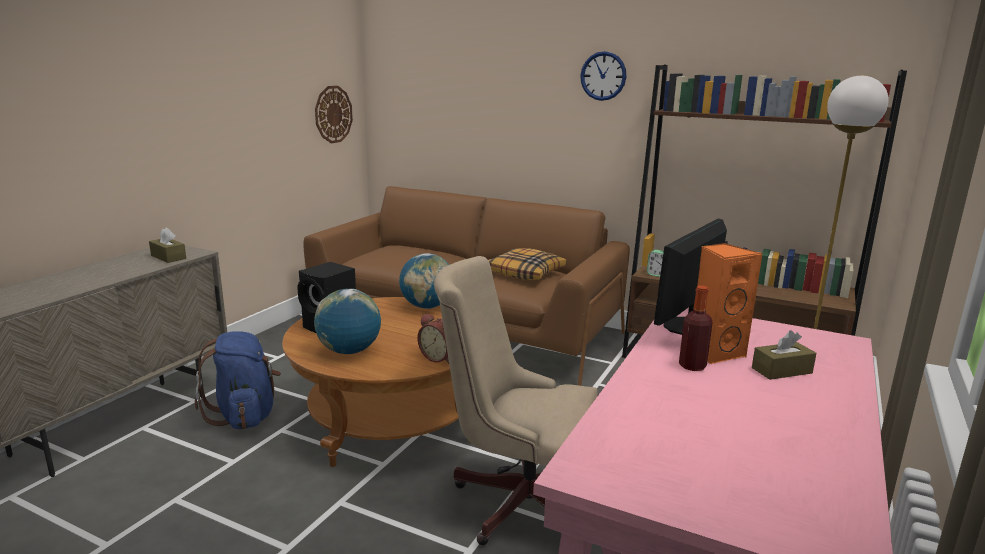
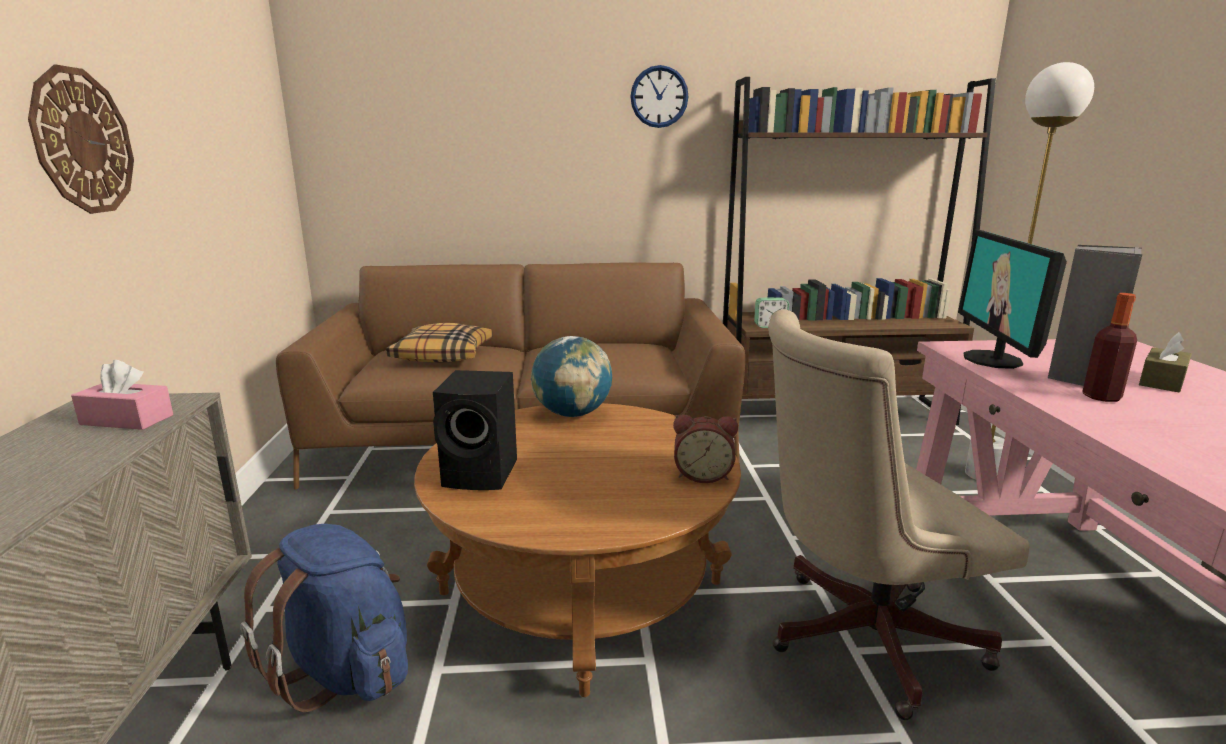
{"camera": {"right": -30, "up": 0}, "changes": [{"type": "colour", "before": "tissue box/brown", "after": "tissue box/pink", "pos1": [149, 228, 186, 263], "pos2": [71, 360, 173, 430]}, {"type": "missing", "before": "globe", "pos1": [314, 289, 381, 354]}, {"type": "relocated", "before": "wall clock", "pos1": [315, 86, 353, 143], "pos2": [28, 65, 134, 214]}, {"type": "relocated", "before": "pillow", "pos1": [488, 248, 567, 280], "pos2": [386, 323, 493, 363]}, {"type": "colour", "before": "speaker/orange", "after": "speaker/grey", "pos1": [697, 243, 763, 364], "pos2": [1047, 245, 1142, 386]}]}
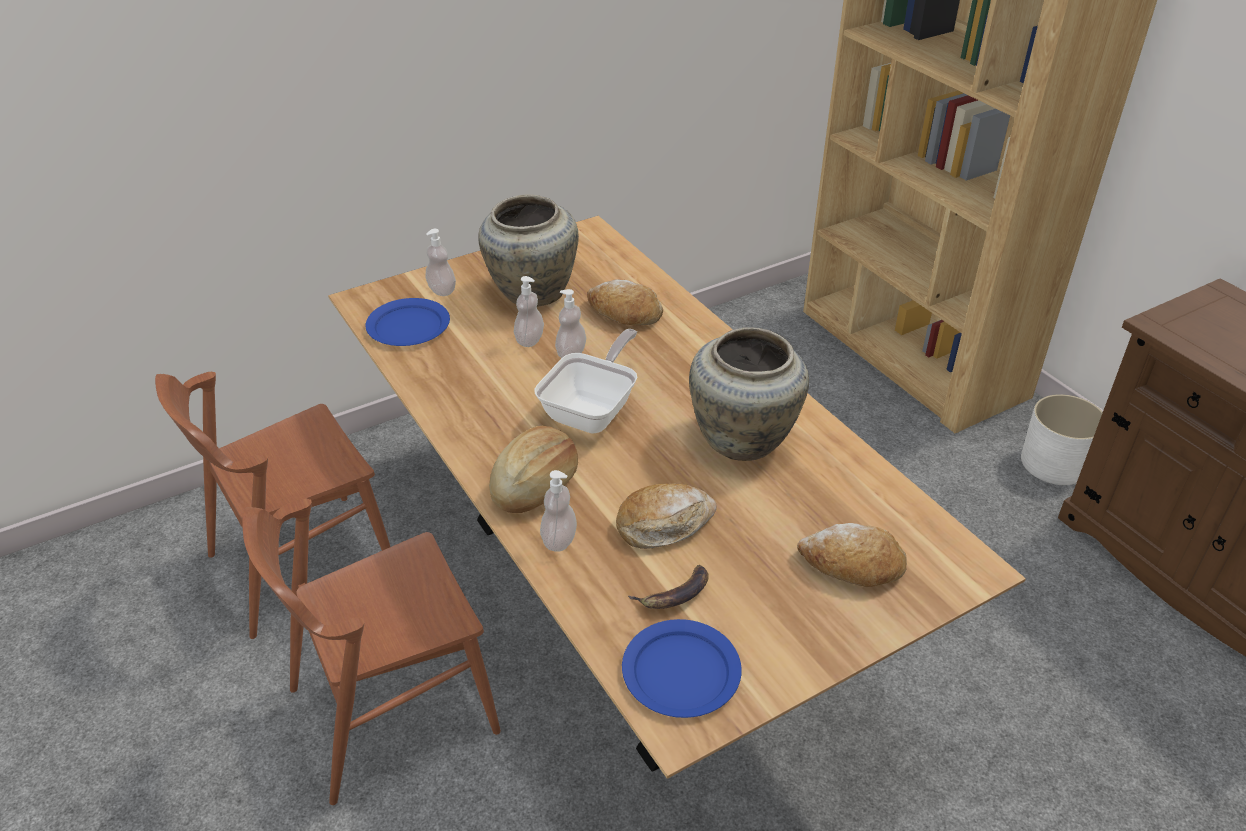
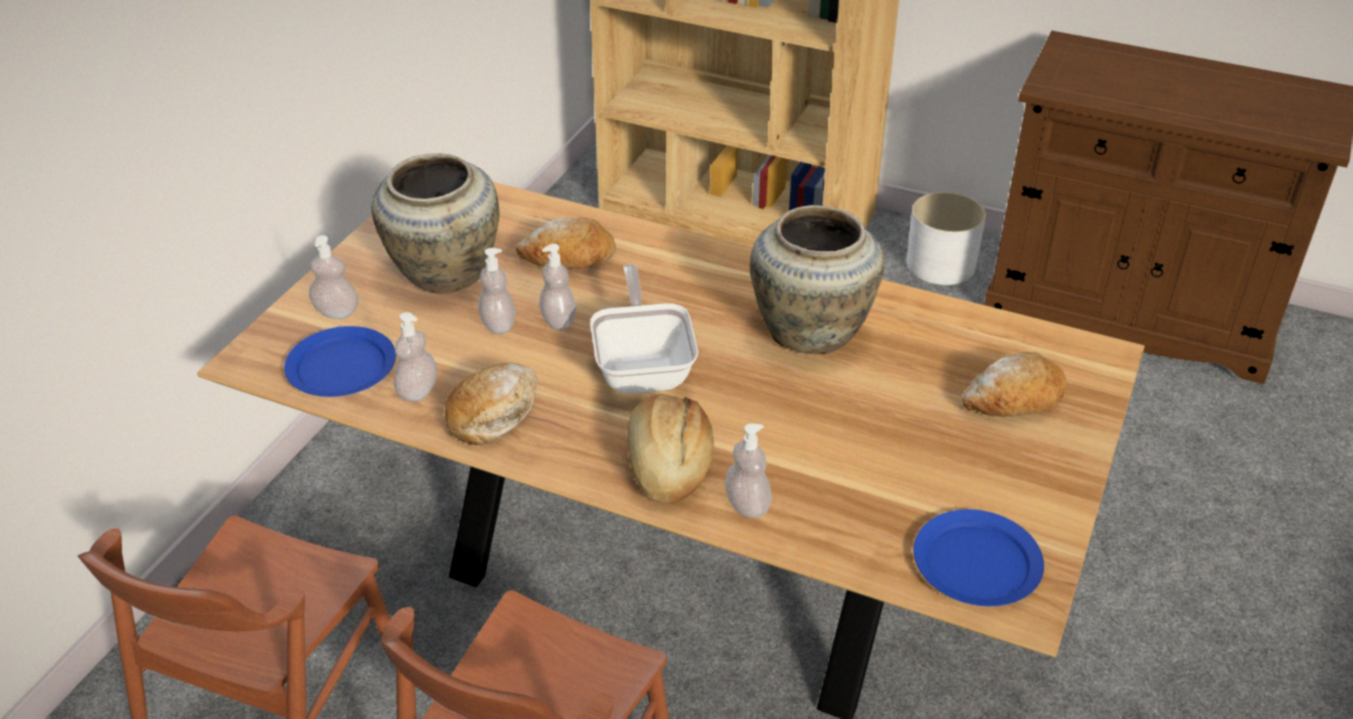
{"camera": {"right": -35, "up": 0}, "changes": [{"type": "relocated", "before": "bread", "pos1": [616, 483, 717, 549], "pos2": [445, 363, 538, 445]}, {"type": "missing", "before": "banana", "pos1": [628, 565, 709, 609]}, {"type": "appeared", "after": "soap dispenser", "pos2": [394, 312, 437, 402]}]}
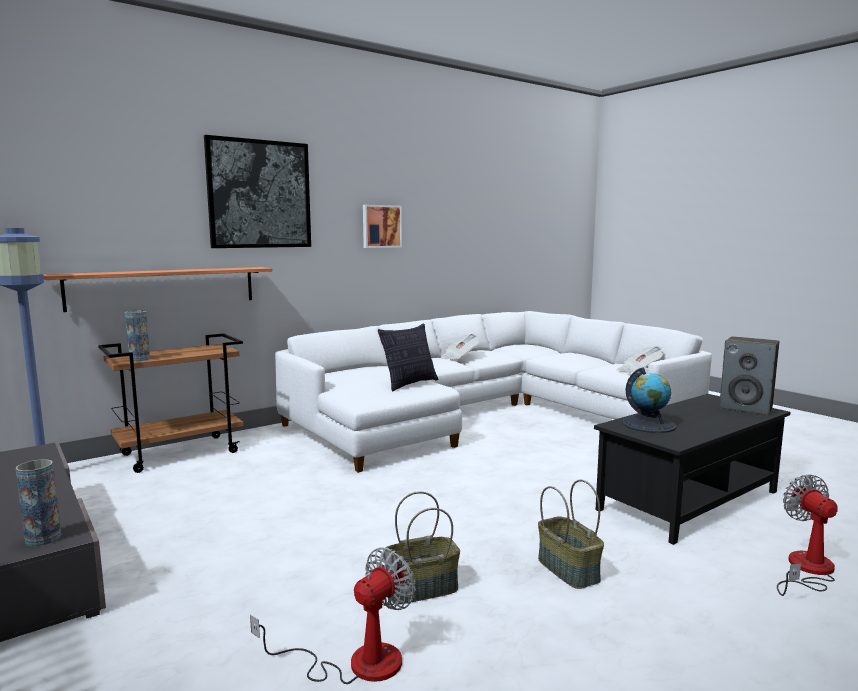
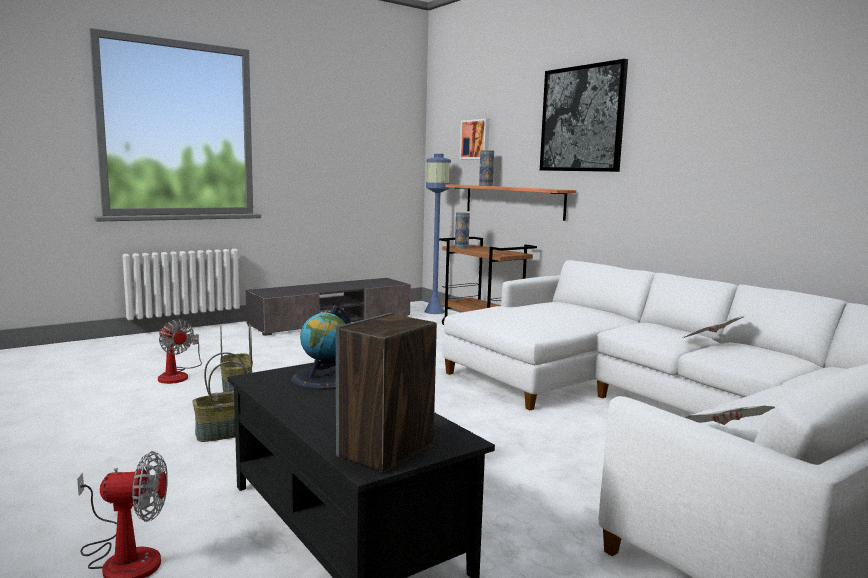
{"camera": {"right": 90, "up": 0}, "changes": [{"type": "relocated", "before": "vase", "pos1": [15, 459, 61, 546], "pos2": [479, 150, 494, 186]}, {"type": "relocated", "before": "picture", "pos1": [363, 205, 402, 248], "pos2": [460, 119, 490, 159]}, {"type": "missing", "before": "pillow", "pos1": [378, 324, 438, 391]}]}
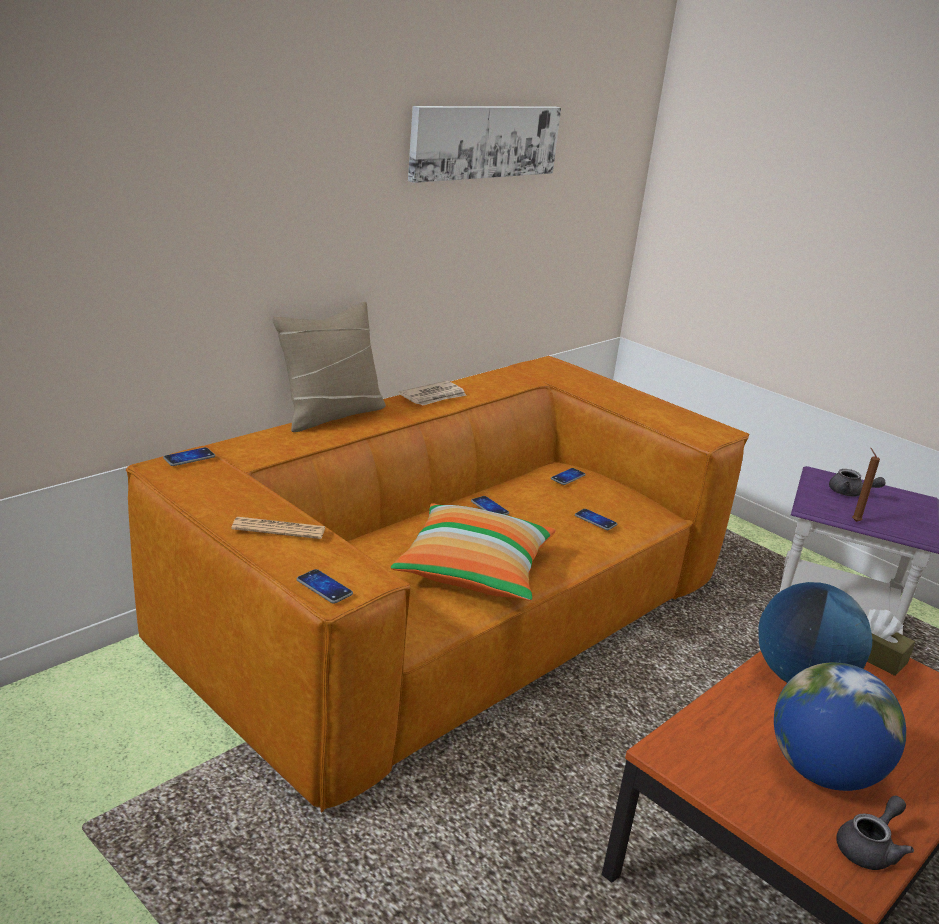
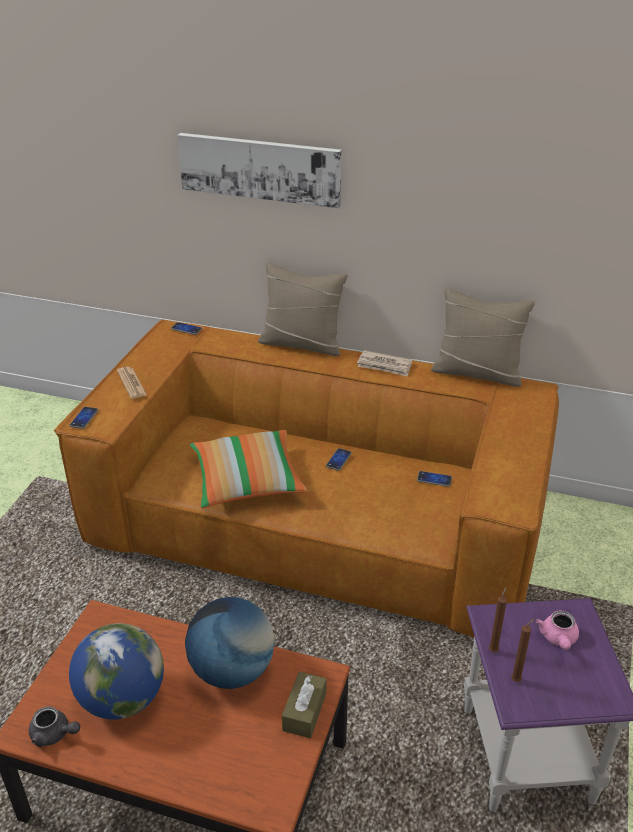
{"camera": {"right": 65, "up": 10}, "changes": [{"type": "relocated", "before": "picture", "pos1": [408, 106, 561, 183], "pos2": [177, 133, 342, 208]}, {"type": "missing", "before": "phone", "pos1": [575, 509, 617, 530]}, {"type": "colour", "before": "teapot/grey", "after": "teapot/pink", "pos1": [829, 469, 885, 497], "pos2": [536, 611, 579, 650]}, {"type": "appeared", "after": "pillow/beige", "pos2": [431, 288, 535, 387]}, {"type": "appeared", "after": "candle/brown", "pos2": [511, 619, 535, 682]}]}
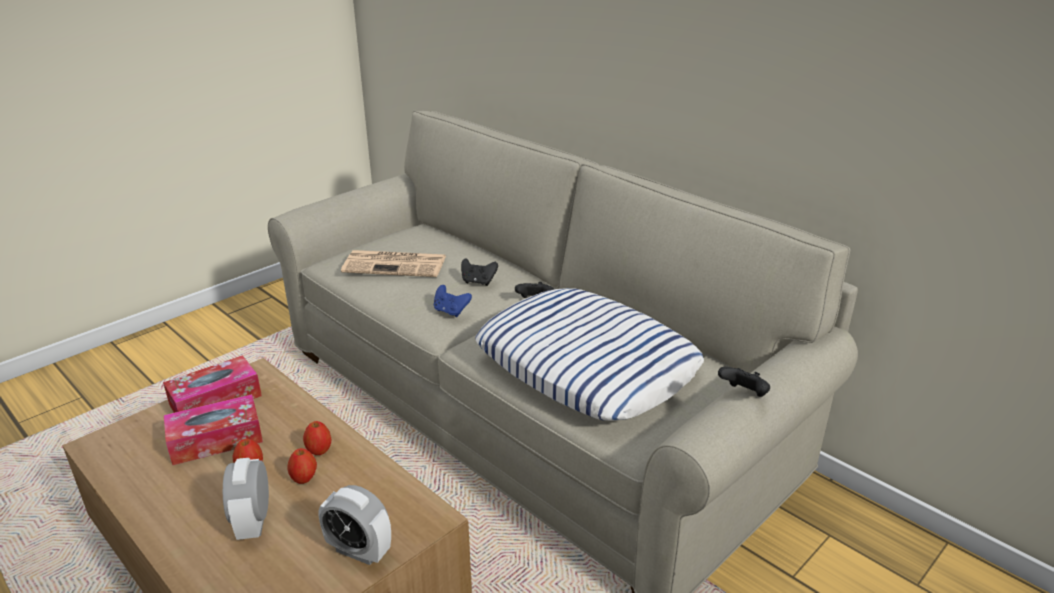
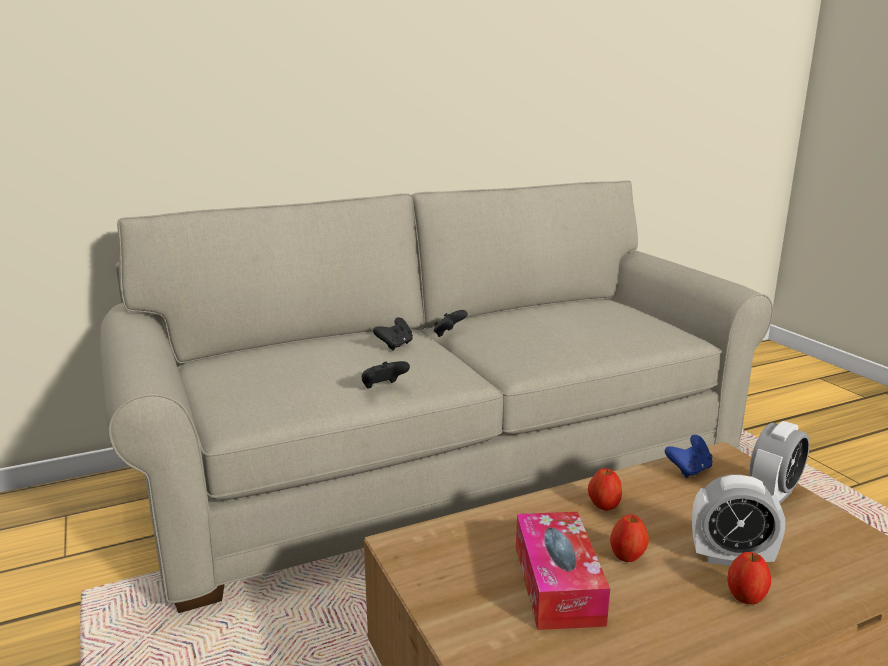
{"camera": {"right": -70, "up": -10}, "changes": [{"type": "missing", "before": "tissue box", "pos1": [163, 355, 262, 413]}, {"type": "relocated", "before": "apple", "pos1": [287, 448, 317, 484], "pos2": [727, 552, 771, 604]}, {"type": "missing", "before": "newspaper", "pos1": [341, 250, 446, 277]}, {"type": "relocated", "before": "game controller/blue", "pos1": [434, 285, 472, 317], "pos2": [665, 435, 713, 478]}, {"type": "missing", "before": "pillow", "pos1": [475, 288, 704, 421]}, {"type": "relocated", "before": "game controller/black", "pos1": [718, 367, 770, 397], "pos2": [362, 361, 410, 389]}]}
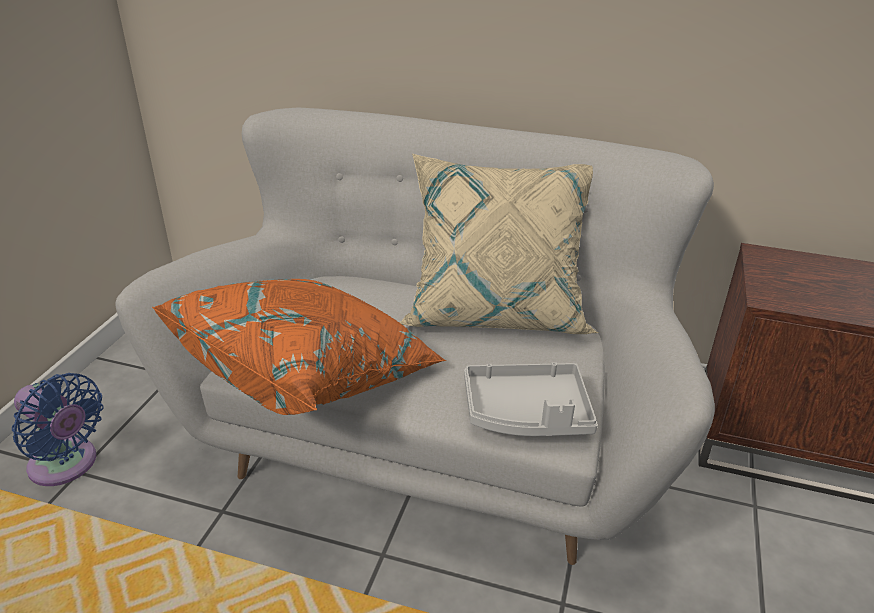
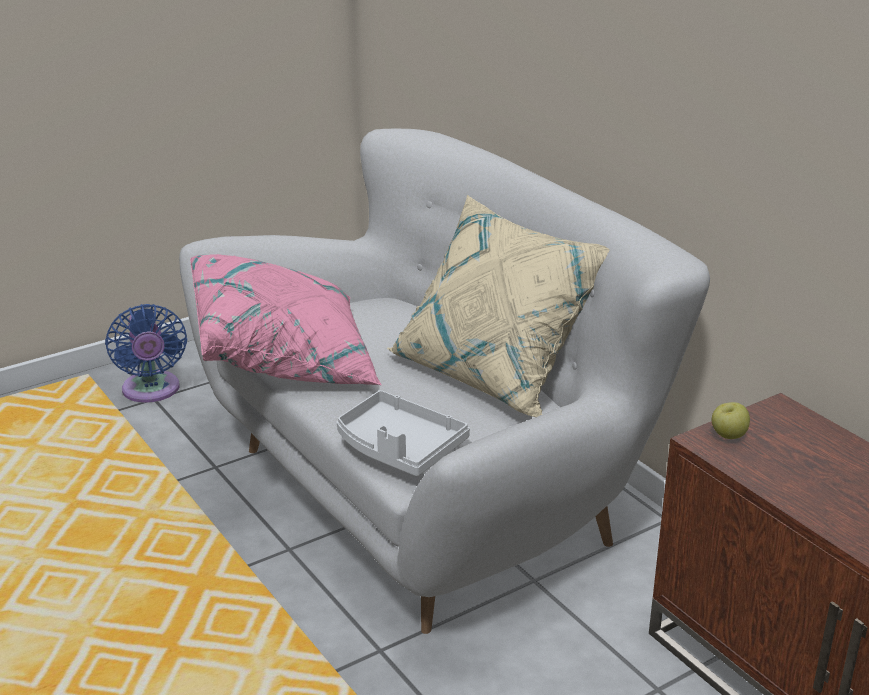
{"camera": {"right": 40, "up": -5}, "changes": [{"type": "colour", "before": "pillow/orange", "after": "pillow/pink", "pos1": [152, 279, 446, 415], "pos2": [190, 254, 382, 385]}, {"type": "appeared", "after": "apple", "pos2": [712, 402, 750, 439]}]}
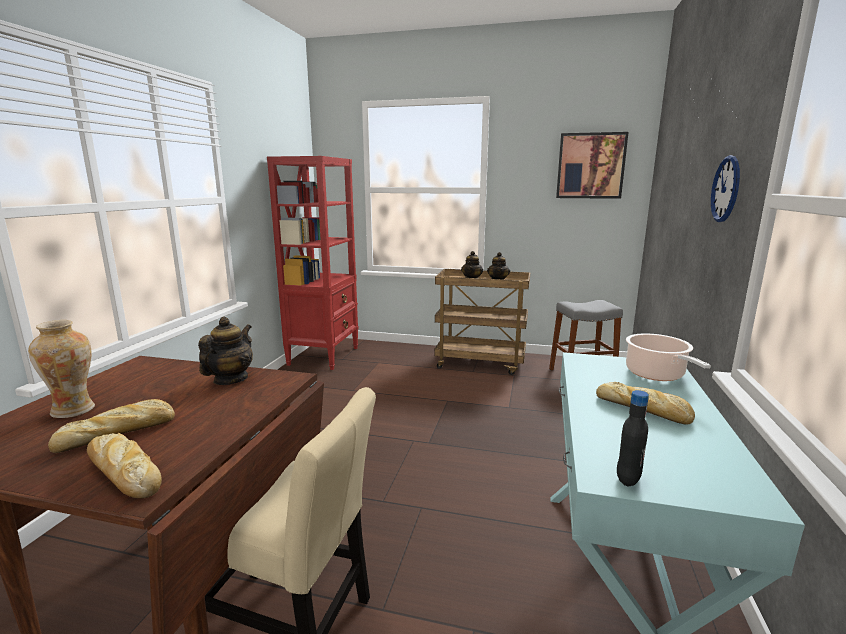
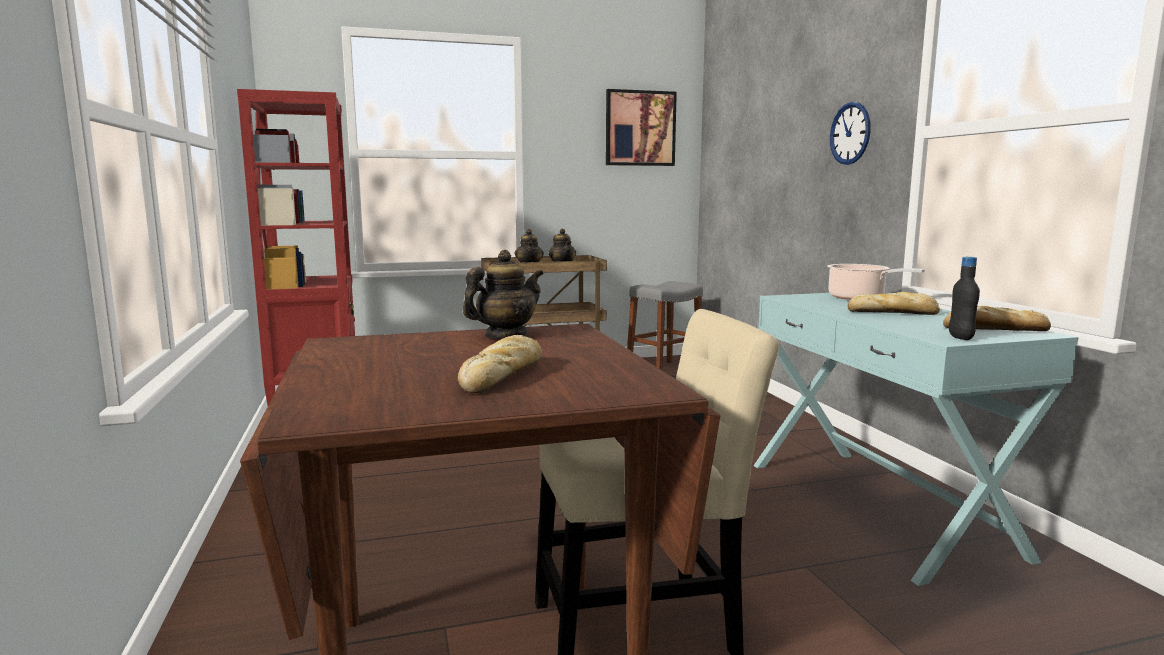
{"camera": {"right": -30, "up": -5}, "changes": [{"type": "missing", "before": "vase", "pos1": [28, 320, 95, 418]}, {"type": "relocated", "before": "bread", "pos1": [87, 433, 162, 499], "pos2": [943, 306, 1051, 331]}, {"type": "spun", "before": "teapot", "pos1": [198, 317, 253, 385], "pos2": [463, 250, 544, 338], "turn": 60}]}
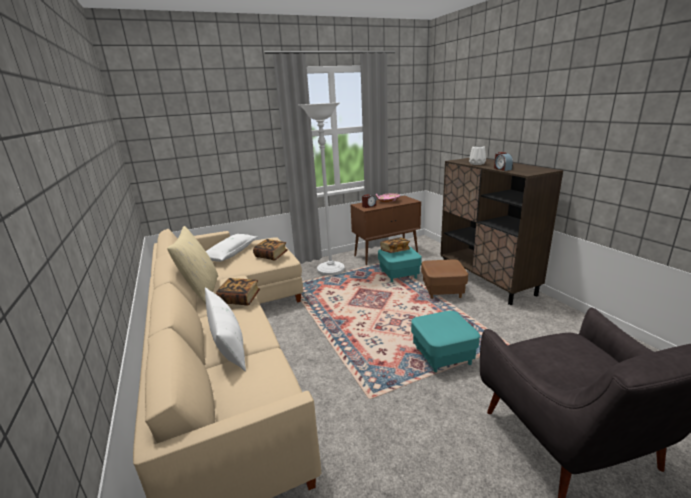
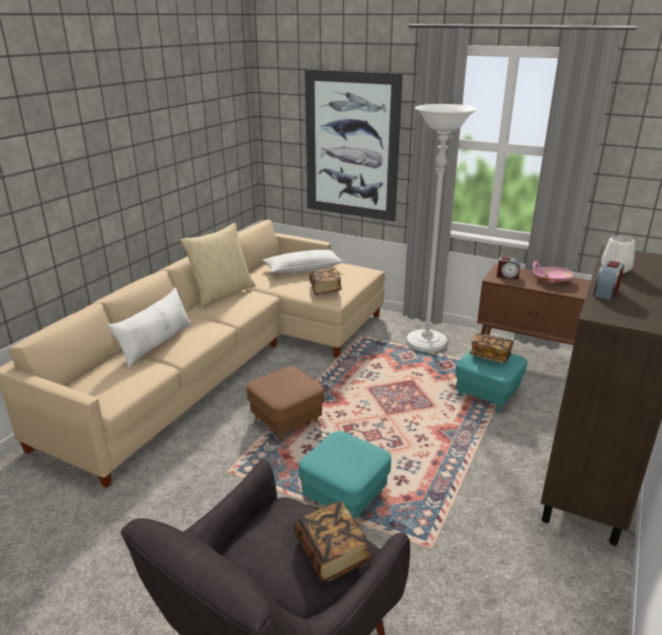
{"camera": {"right": 50, "up": 5}, "changes": [{"type": "relocated", "before": "book", "pos1": [216, 278, 260, 306], "pos2": [294, 501, 371, 582]}, {"type": "relocated", "before": "ottoman/brown", "pos1": [421, 259, 468, 299], "pos2": [247, 367, 324, 439]}, {"type": "appeared", "after": "picture", "pos2": [305, 69, 403, 221]}]}
